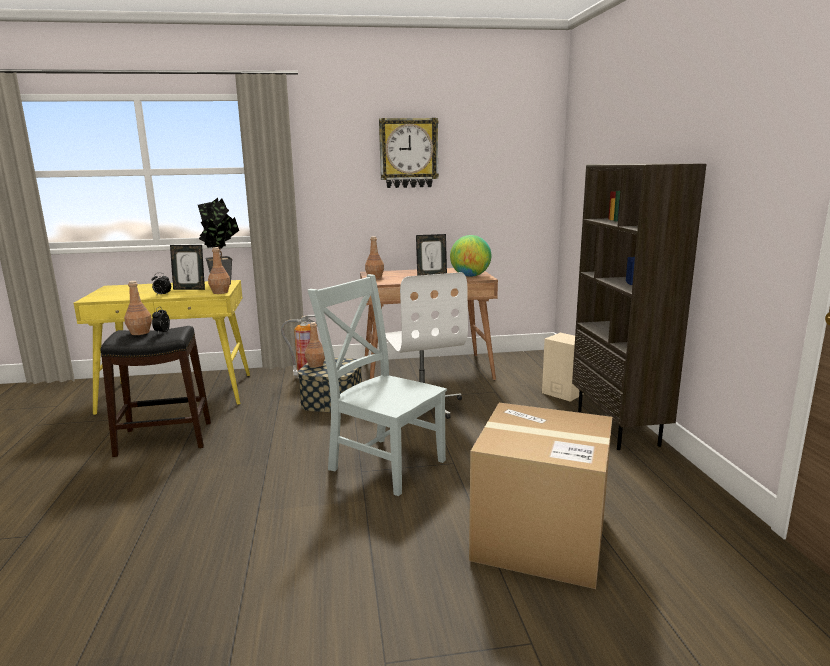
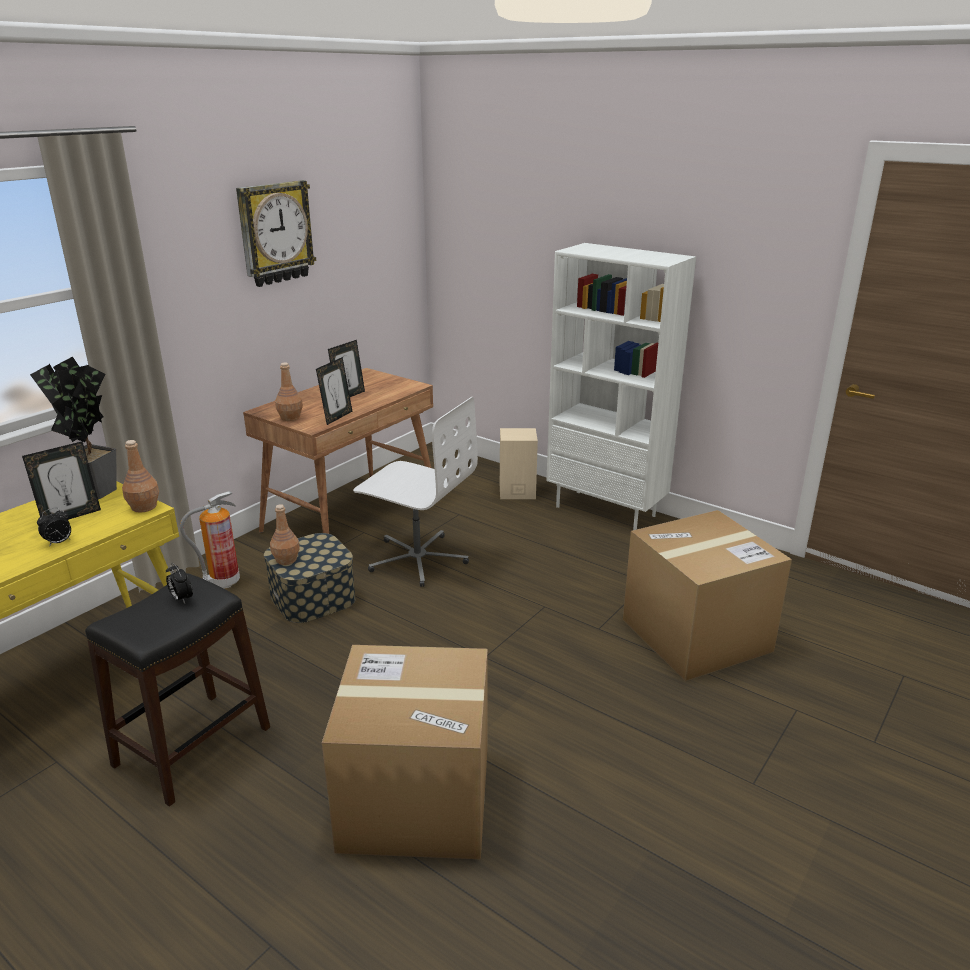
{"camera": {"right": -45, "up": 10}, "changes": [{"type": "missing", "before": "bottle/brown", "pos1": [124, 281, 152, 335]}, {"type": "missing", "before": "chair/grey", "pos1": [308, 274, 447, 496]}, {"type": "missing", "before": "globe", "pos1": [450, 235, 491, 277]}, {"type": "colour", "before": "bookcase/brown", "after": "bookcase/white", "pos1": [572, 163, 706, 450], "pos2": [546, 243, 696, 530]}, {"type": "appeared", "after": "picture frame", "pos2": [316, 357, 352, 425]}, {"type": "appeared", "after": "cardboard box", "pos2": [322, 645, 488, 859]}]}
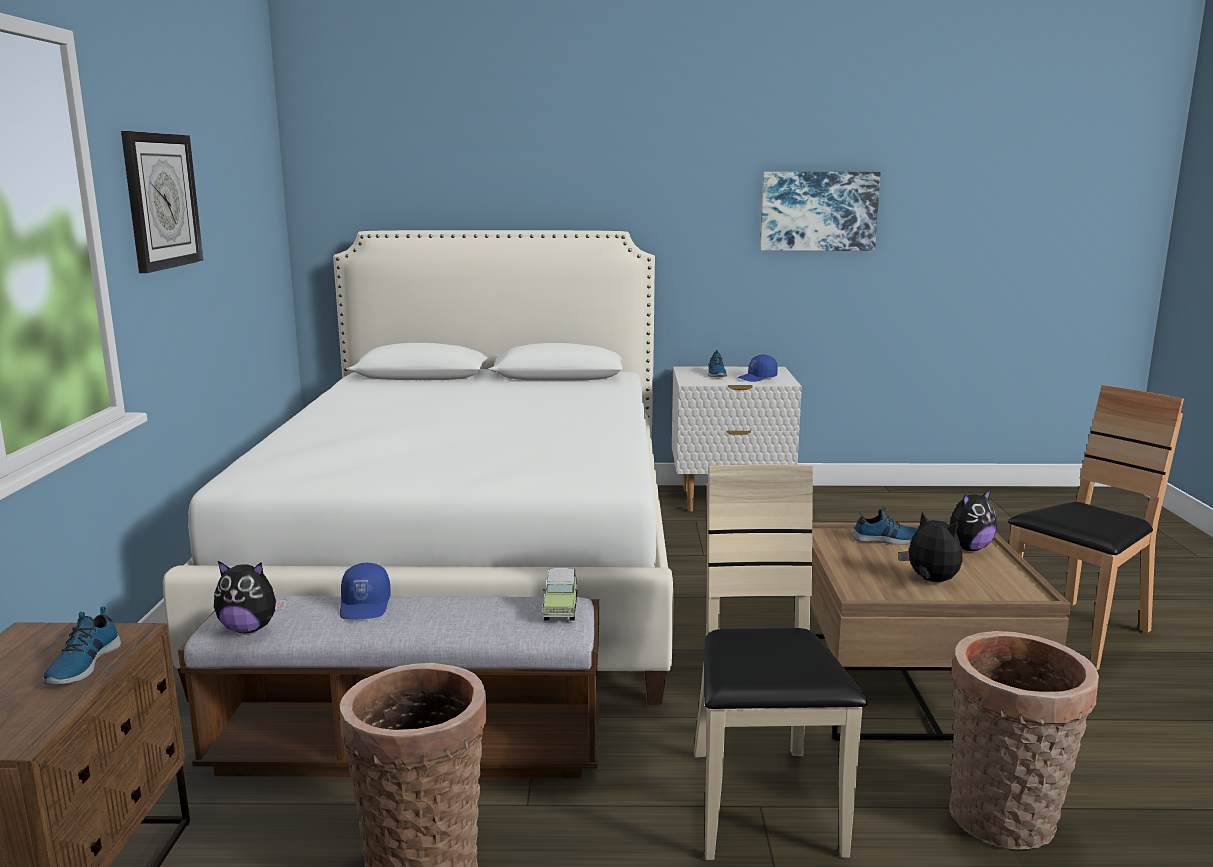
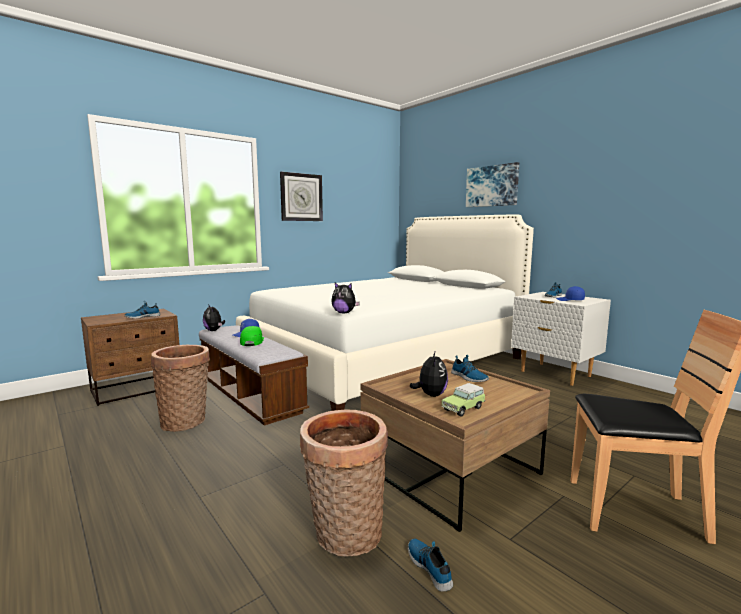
{"camera": {"right": 50, "up": -5}, "changes": [{"type": "relocated", "before": "toy car", "pos1": [543, 568, 578, 621], "pos2": [442, 383, 485, 416]}, {"type": "missing", "before": "chair/beige", "pos1": [694, 464, 868, 860]}, {"type": "relocated", "before": "picture", "pos1": [760, 172, 881, 251], "pos2": [466, 162, 519, 207]}, {"type": "relocated", "before": "plush toy", "pos1": [949, 489, 997, 551], "pos2": [331, 283, 360, 314]}, {"type": "appeared", "after": "cap/green", "pos2": [240, 326, 264, 346]}, {"type": "appeared", "after": "shoe", "pos2": [408, 539, 453, 592]}]}
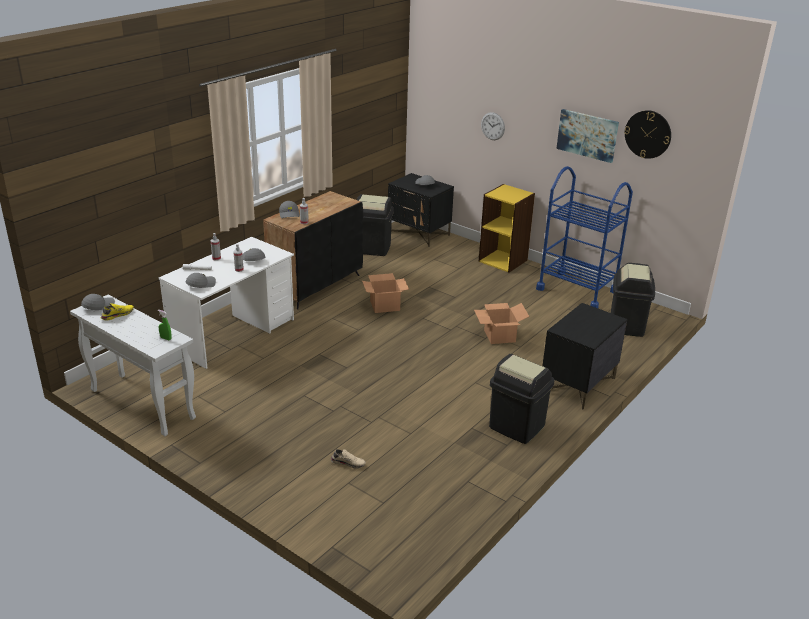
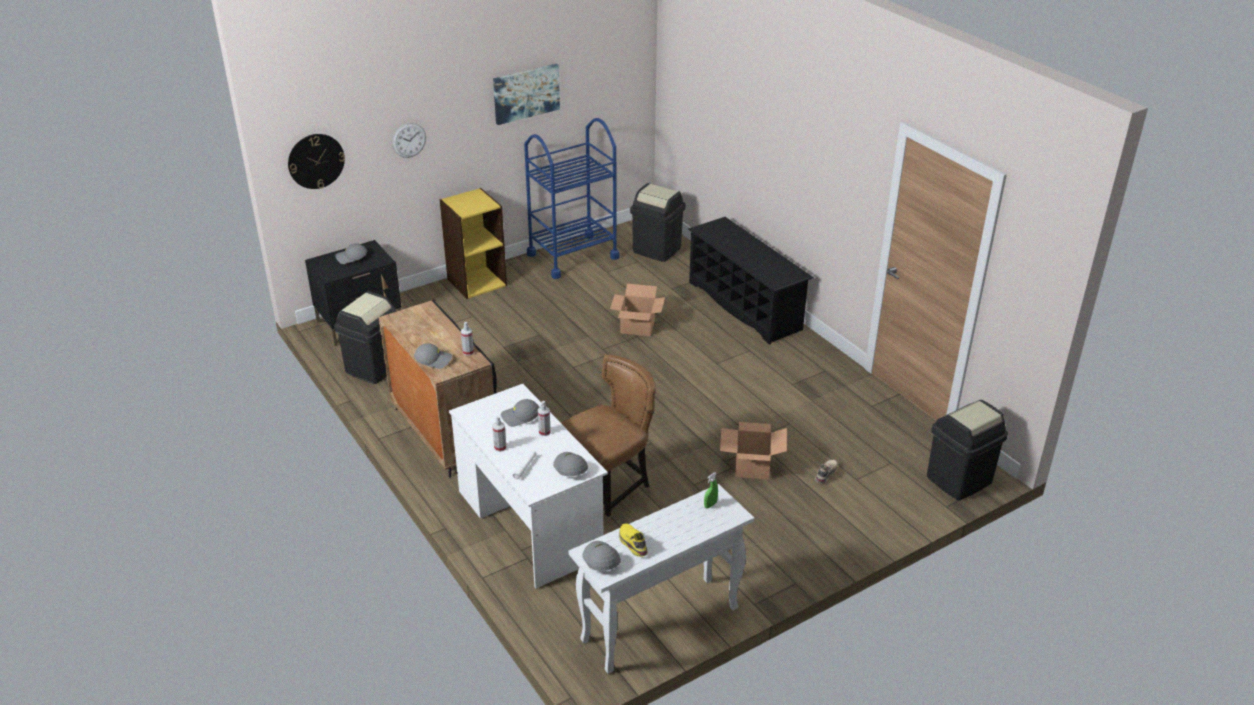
{"camera": {"right": -70, "up": 5}, "changes": [{"type": "relocated", "before": "cardboard box", "pos1": [362, 273, 409, 313], "pos2": [720, 422, 787, 480]}, {"type": "relocated", "before": "trash can/black", "pos1": [489, 354, 555, 444], "pos2": [927, 400, 1008, 501]}, {"type": "exchanged", "before": "nightstand/black", "after": "shoe rack/black", "pos1": [542, 303, 628, 409], "pos2": [688, 217, 814, 345]}, {"type": "relocated", "before": "wall clock", "pos1": [624, 110, 671, 159], "pos2": [288, 134, 345, 189]}, {"type": "appeared", "after": "chair/brown", "pos2": [561, 355, 656, 525]}]}
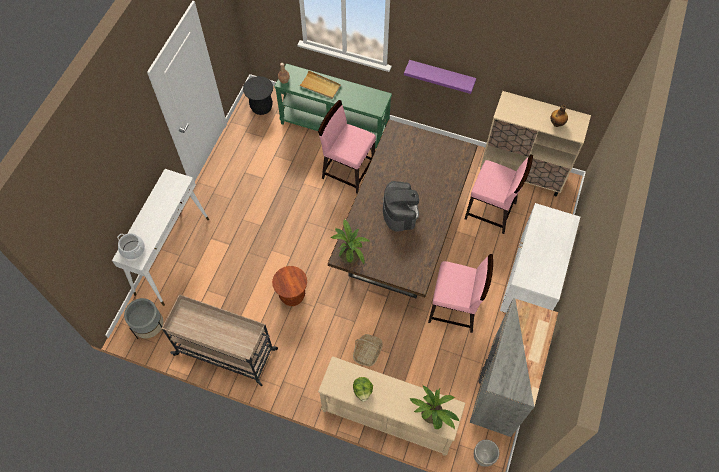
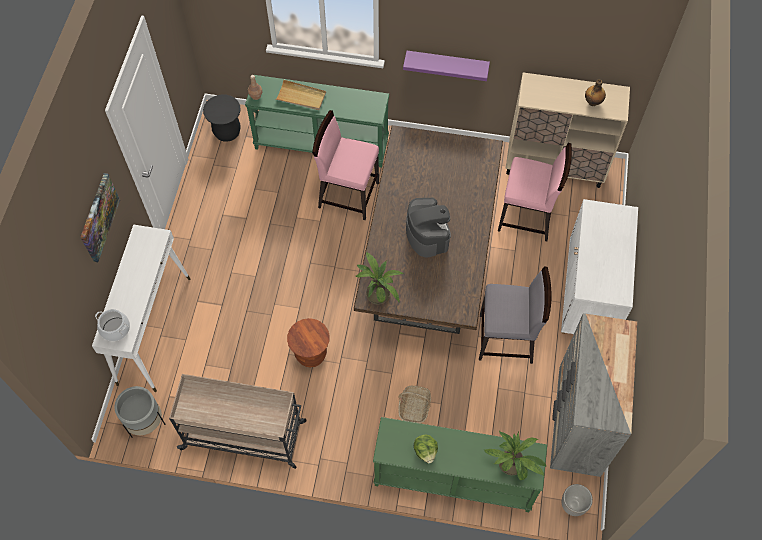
{"camera": {"right": -10, "up": 0}, "changes": [{"type": "colour", "before": "console table/beige", "after": "console table/green", "pos1": [318, 356, 465, 456], "pos2": [373, 417, 547, 512]}, {"type": "colour", "before": "chair/pink", "after": "chair/grey", "pos1": [428, 254, 493, 333], "pos2": [479, 266, 551, 364]}, {"type": "appeared", "after": "picture", "pos2": [80, 173, 120, 262]}]}
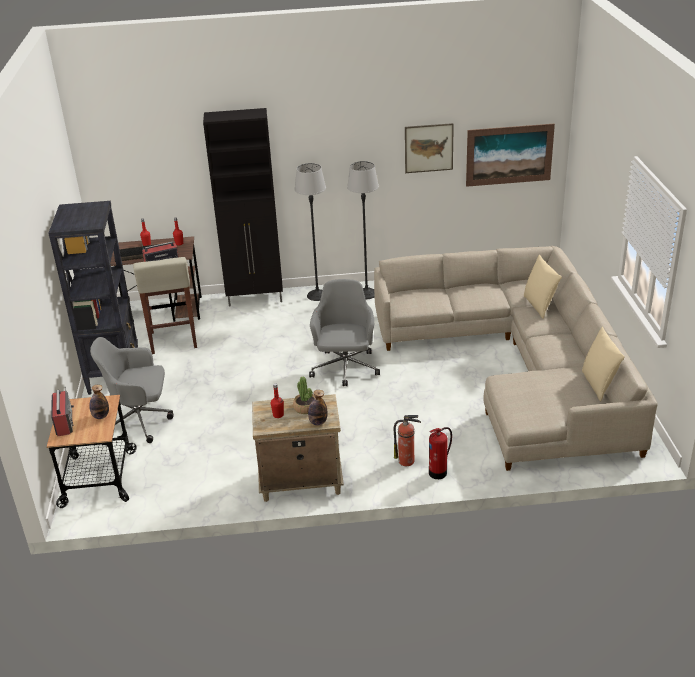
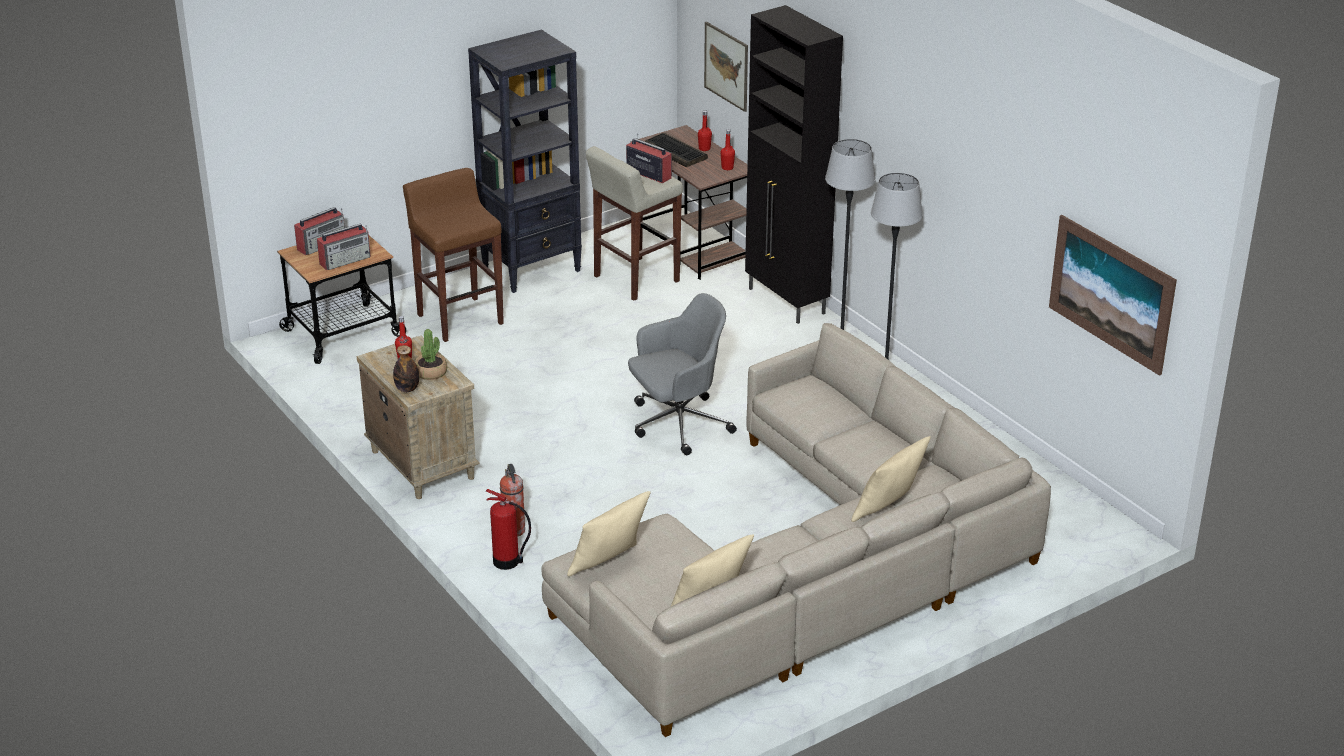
{"camera": {"right": 60, "up": 0}, "changes": [{"type": "exchanged", "before": "bottle", "after": "radio", "pos1": [89, 385, 109, 419], "pos2": [317, 224, 371, 270]}, {"type": "exchanged", "before": "office chair/grey", "after": "stool/brown", "pos1": [90, 337, 174, 443], "pos2": [403, 168, 504, 342]}, {"type": "relocated", "before": "picture", "pos1": [405, 123, 454, 173], "pos2": [704, 22, 748, 112]}, {"type": "appeared", "after": "pillow/beige", "pos2": [567, 491, 651, 576]}]}
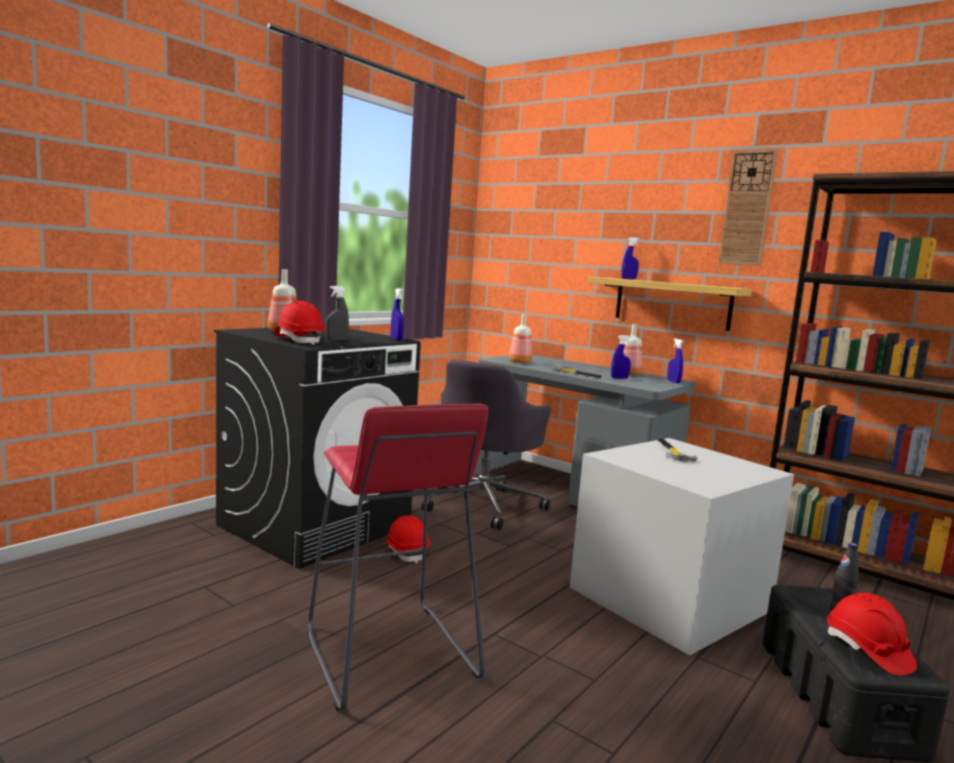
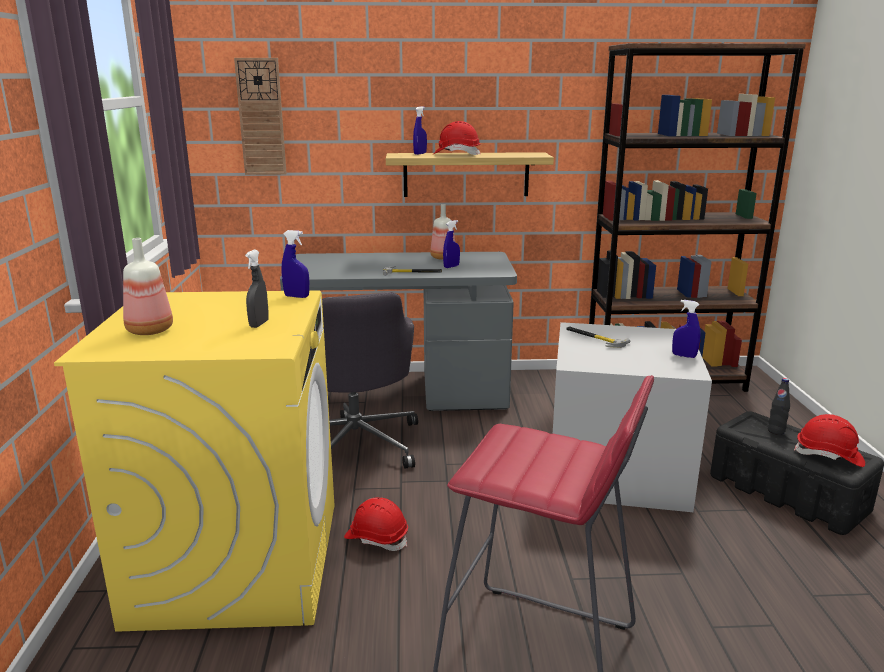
{"camera": {"right": -40, "up": 10}, "changes": [{"type": "colour", "before": "washing machine/black", "after": "washing machine/yellow", "pos1": [214, 325, 421, 569], "pos2": [54, 290, 334, 632]}, {"type": "relocated", "before": "hard hat/red", "pos1": [274, 301, 325, 345], "pos2": [432, 121, 481, 155]}, {"type": "missing", "before": "bottle", "pos1": [509, 314, 532, 363]}, {"type": "relocated", "before": "spray bottle/blue", "pos1": [667, 338, 683, 383], "pos2": [672, 300, 701, 358]}, {"type": "relocated", "before": "wall clock", "pos1": [719, 150, 777, 266], "pos2": [234, 58, 287, 175]}]}
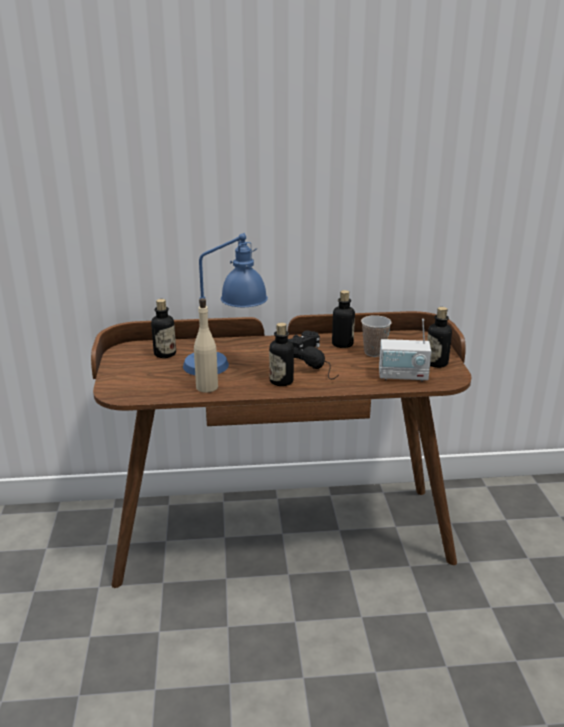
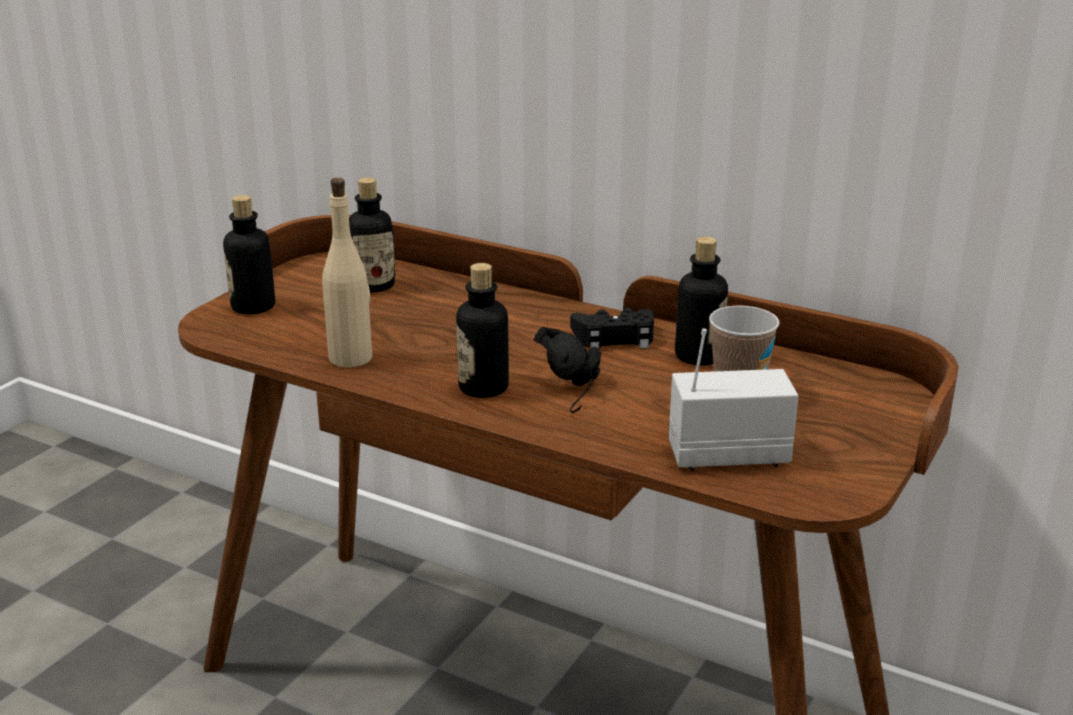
{"camera": {"right": 35, "up": 0}, "changes": [{"type": "missing", "before": "table lamp/blue", "pos1": [183, 233, 268, 375]}, {"type": "spun", "before": "radio", "pos1": [379, 319, 431, 382], "pos2": [669, 328, 798, 471], "turn": 135}, {"type": "relocated", "before": "bottle", "pos1": [427, 307, 452, 368], "pos2": [223, 195, 275, 314]}]}
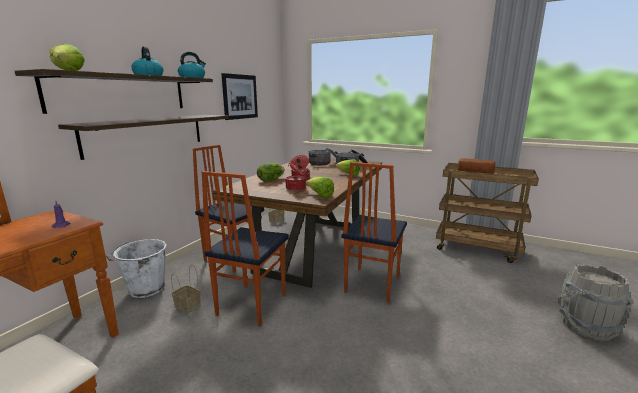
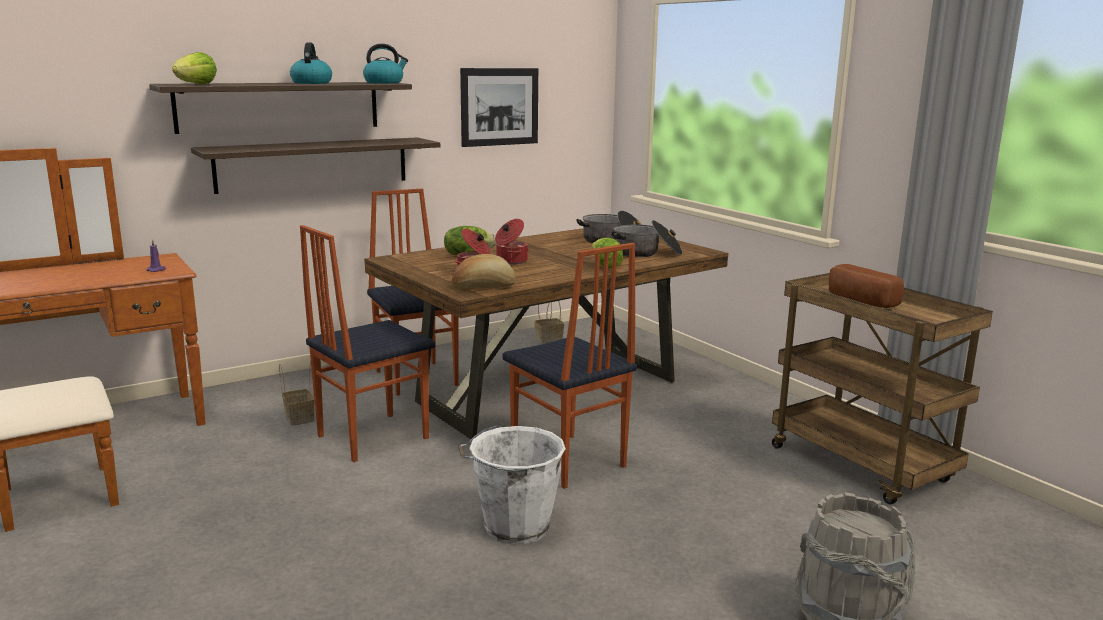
{"camera": {"right": 30, "up": 0}, "changes": [{"type": "relocated", "before": "bucket/white", "pos1": [106, 239, 166, 298], "pos2": [458, 426, 566, 544]}, {"type": "exchanged", "before": "lettuce", "after": "bread", "pos1": [306, 177, 334, 198], "pos2": [452, 254, 516, 289]}, {"type": "spun", "before": "chair", "pos1": [341, 162, 407, 303], "pos2": [502, 243, 637, 489], "turn": -90}]}
